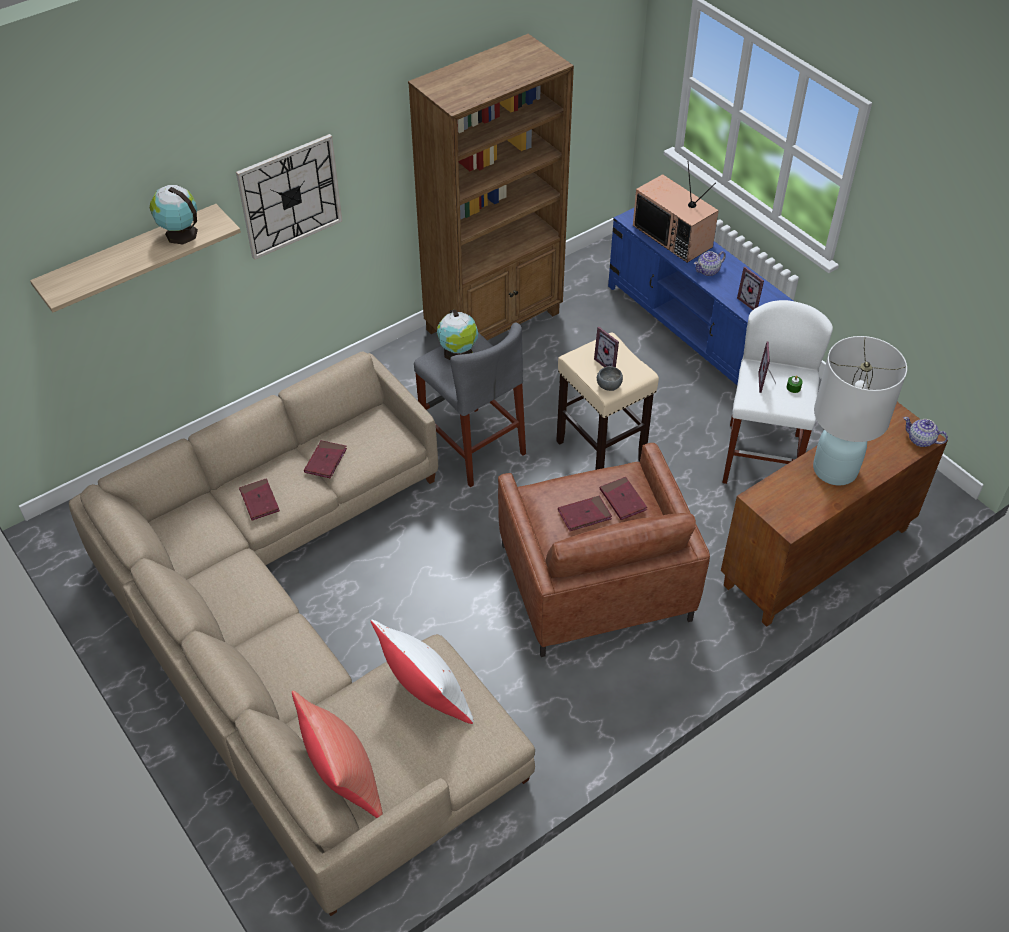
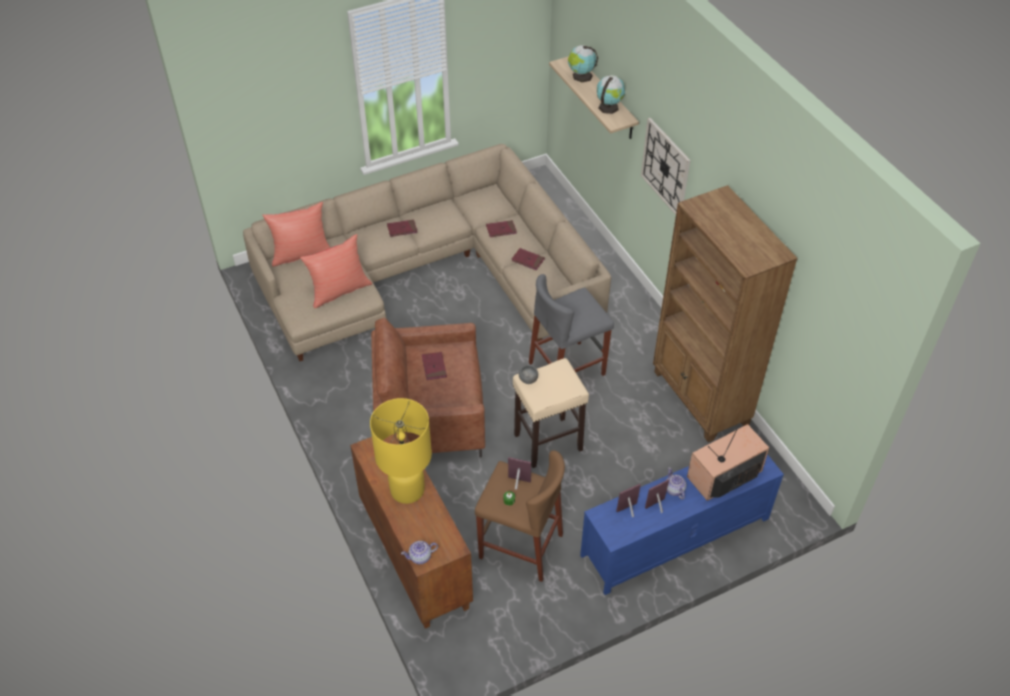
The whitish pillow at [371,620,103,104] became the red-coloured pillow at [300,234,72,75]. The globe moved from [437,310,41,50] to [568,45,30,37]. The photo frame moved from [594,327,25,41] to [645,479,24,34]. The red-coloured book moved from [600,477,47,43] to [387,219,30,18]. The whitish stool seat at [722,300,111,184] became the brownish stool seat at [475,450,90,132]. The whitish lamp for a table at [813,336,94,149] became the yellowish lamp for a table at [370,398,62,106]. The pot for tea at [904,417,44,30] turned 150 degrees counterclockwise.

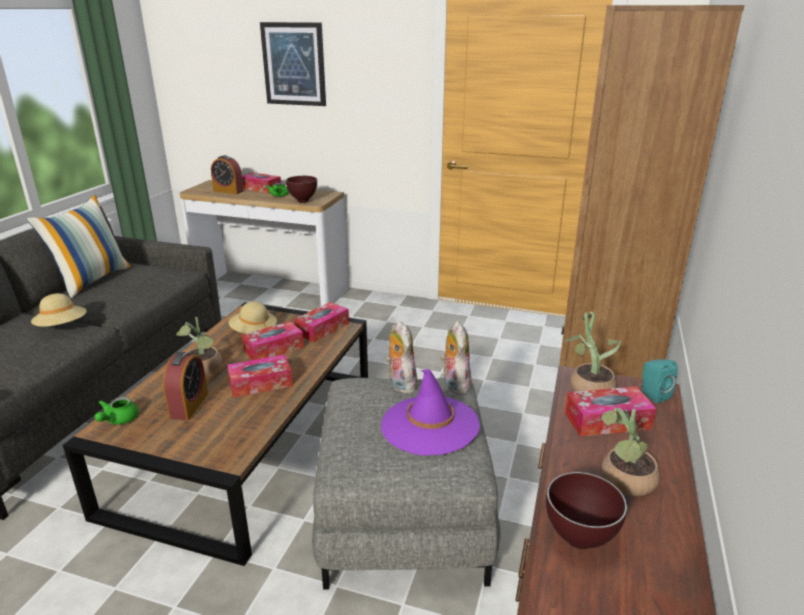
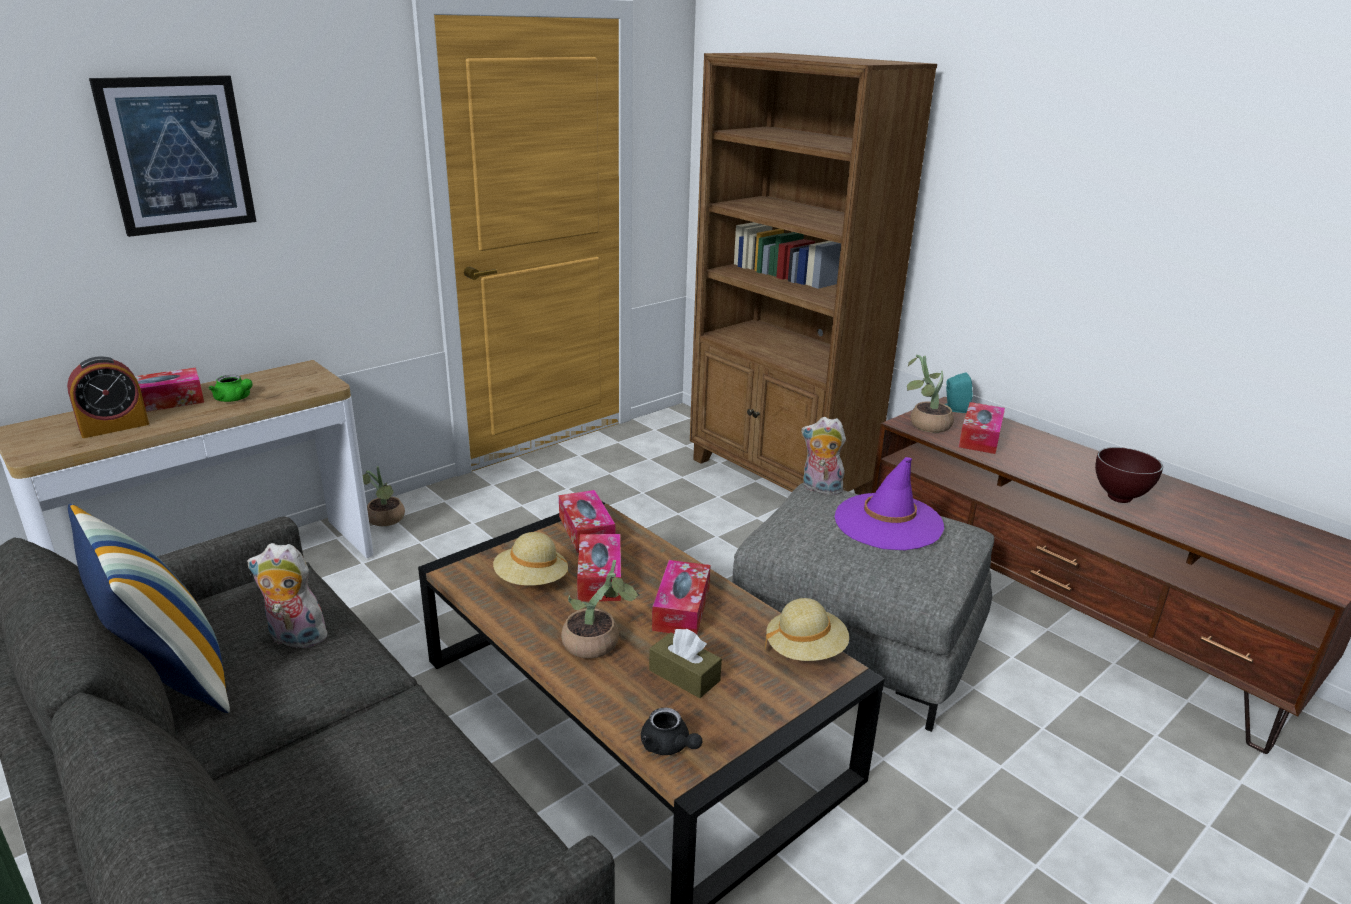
The beige hat moved from [31,293,56,34] to [765,598,84,63]. The green pot for tea at [95,397,44,27] became the black-coloured pot for tea at [641,708,62,47]. The bedside clock at [163,352,45,68] was replaced by the brownish tissue box at [649,629,73,69]. The brownish bowl at [286,176,31,27] disappeared. The plush toy moved from [385,321,33,73] to [247,543,83,105]. The plant in a pot moved from [601,407,59,89] to [363,466,42,60].

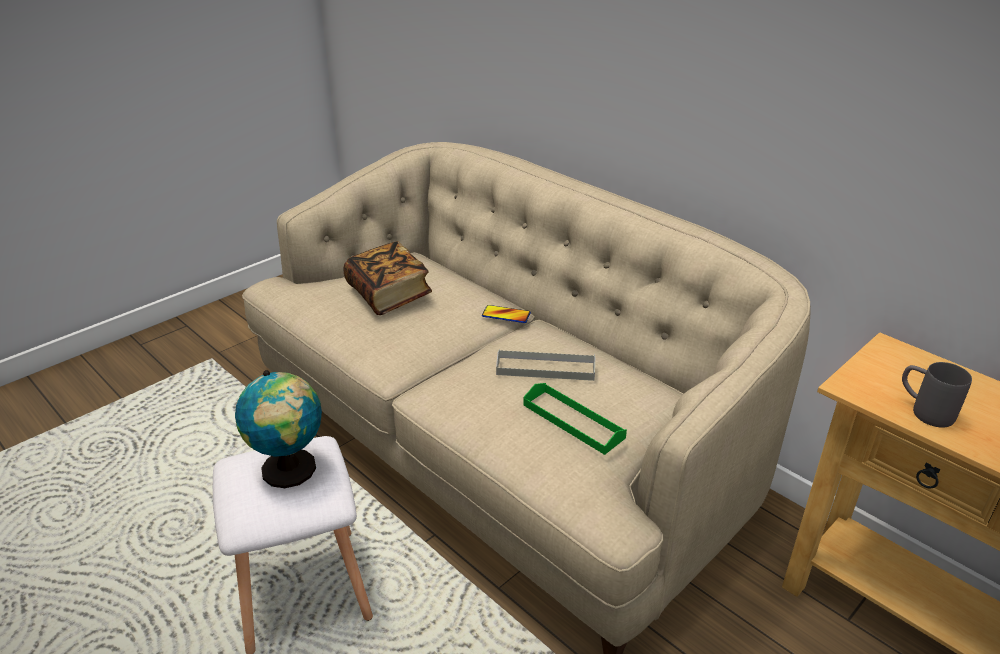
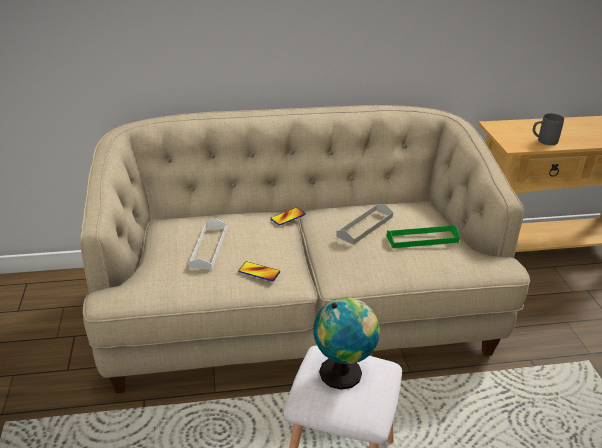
The book at [343,241,89,74] was replaced by the whitish tray at [189,219,38,51]. The phone at [238,262,42,19] appeared.

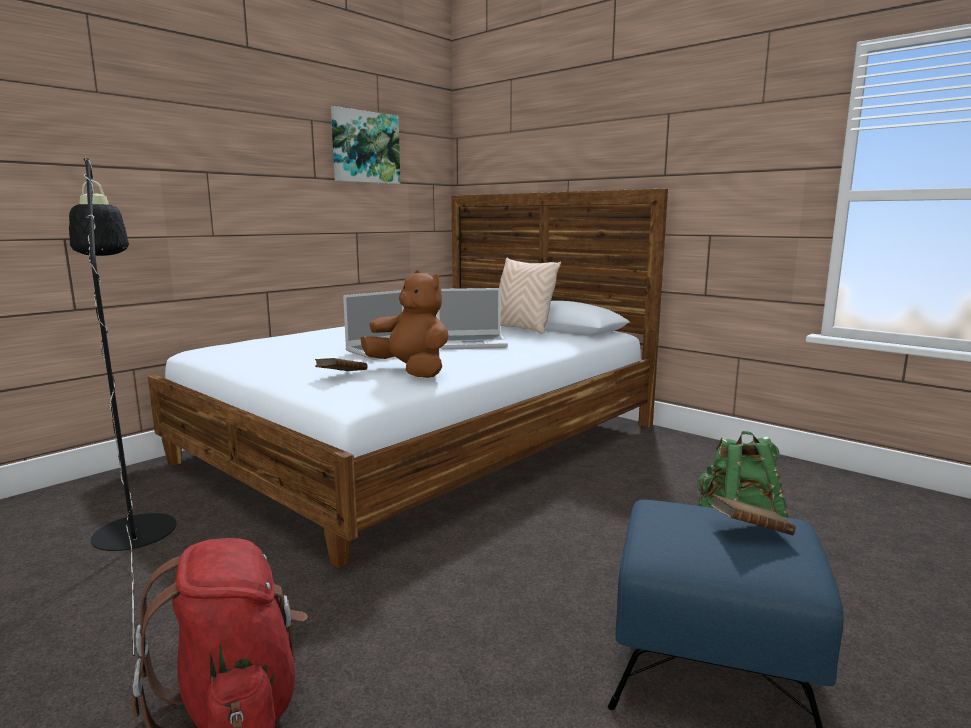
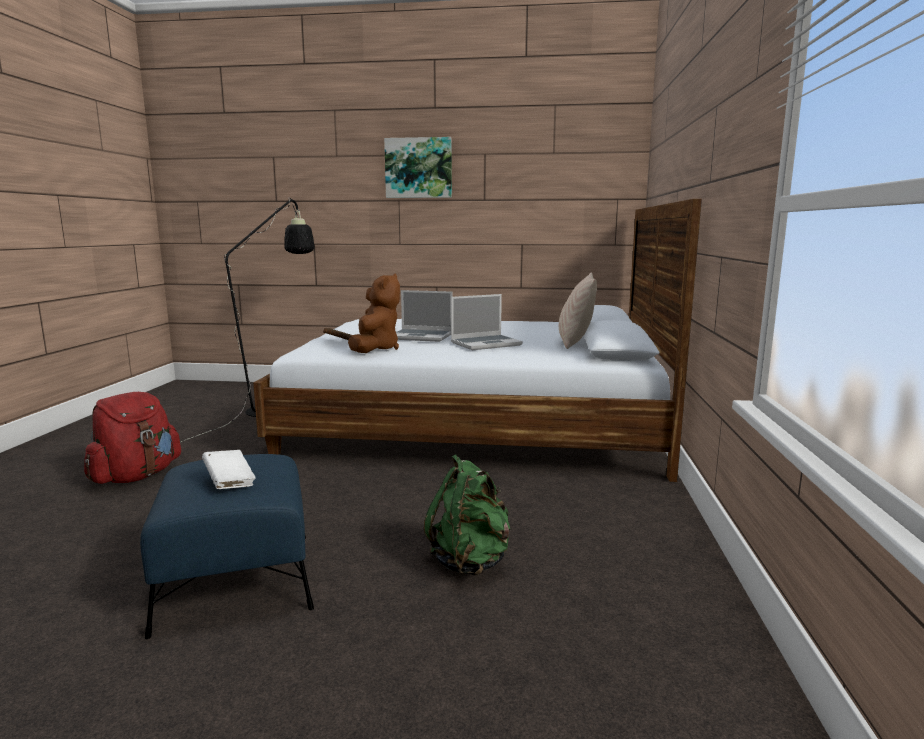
The wall art moved from [331,106,70,78] to [384,137,68,61]. The laptop at [437,288,71,62] turned 75 degrees counterclockwise. The brownish book at [711,495,85,40] became the whitish book at [202,450,54,39].

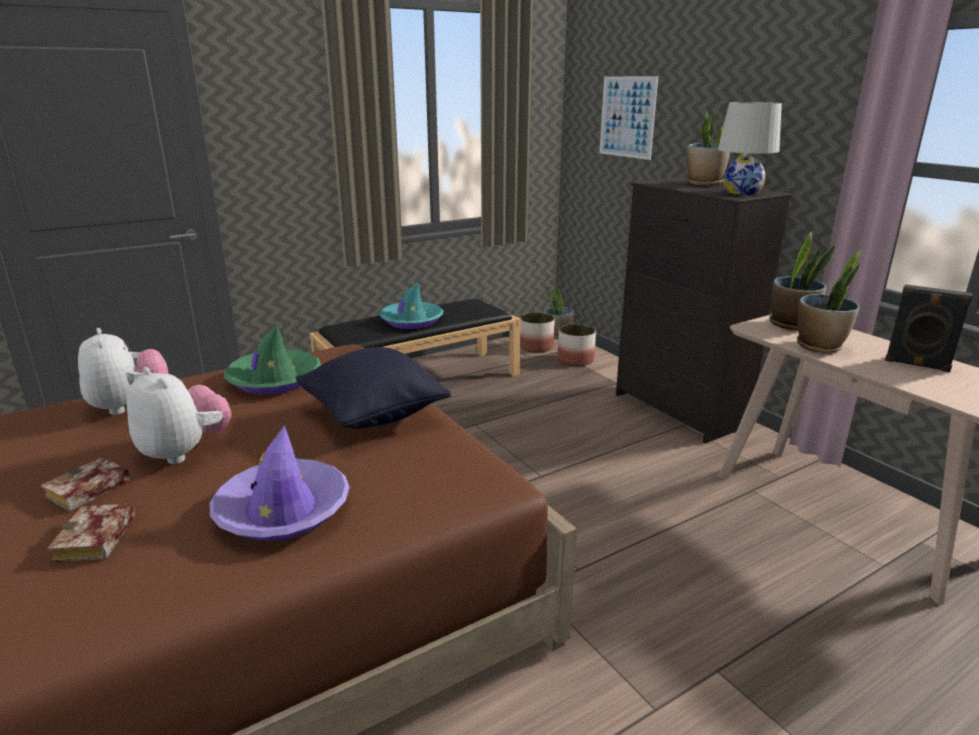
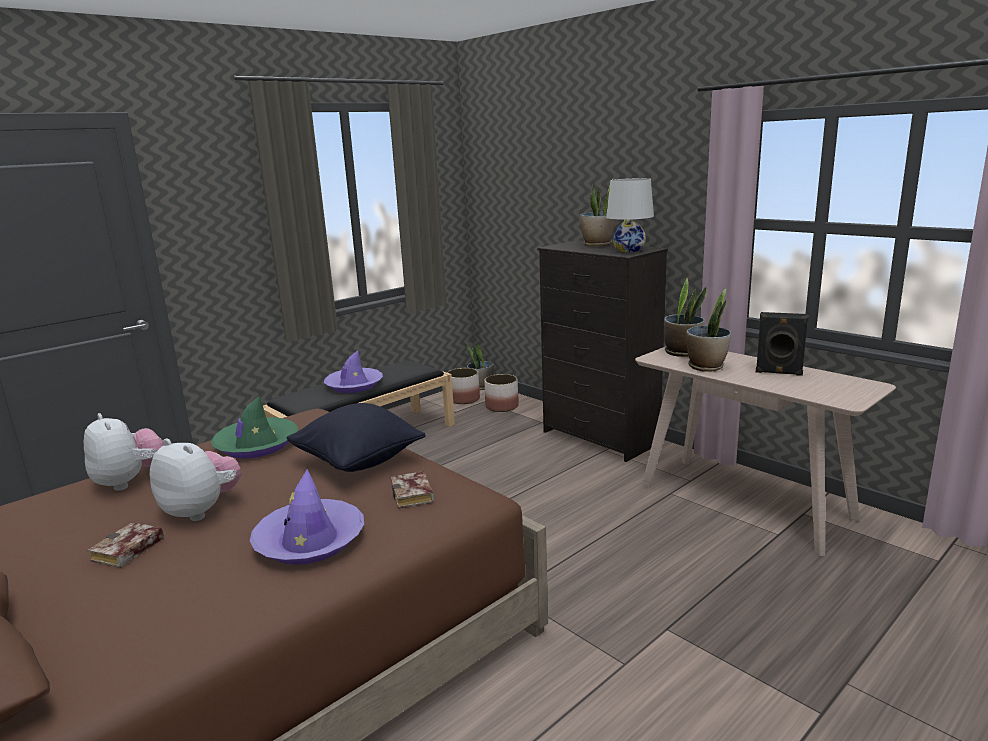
The book moved from [47,504,88,58] to [391,471,43,38]. The turquoise hat at [379,283,64,46] became the purple-coloured hat at [324,350,59,43]. The wall art at [599,76,59,84] disappeared.

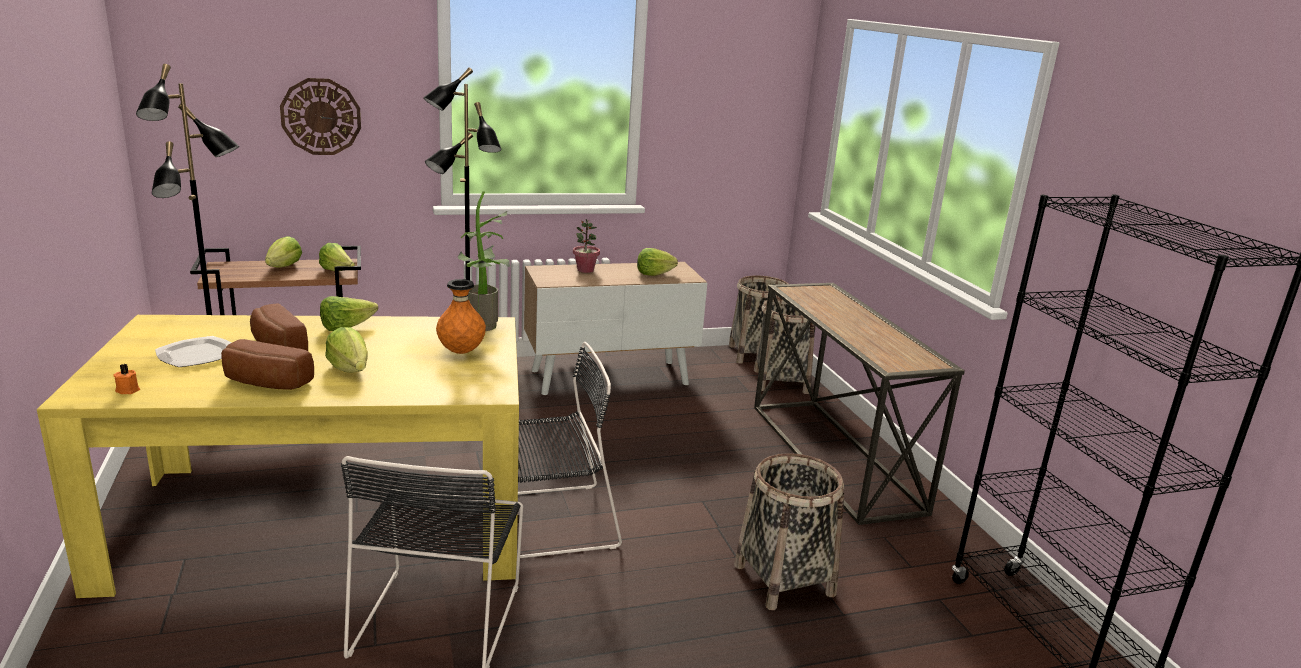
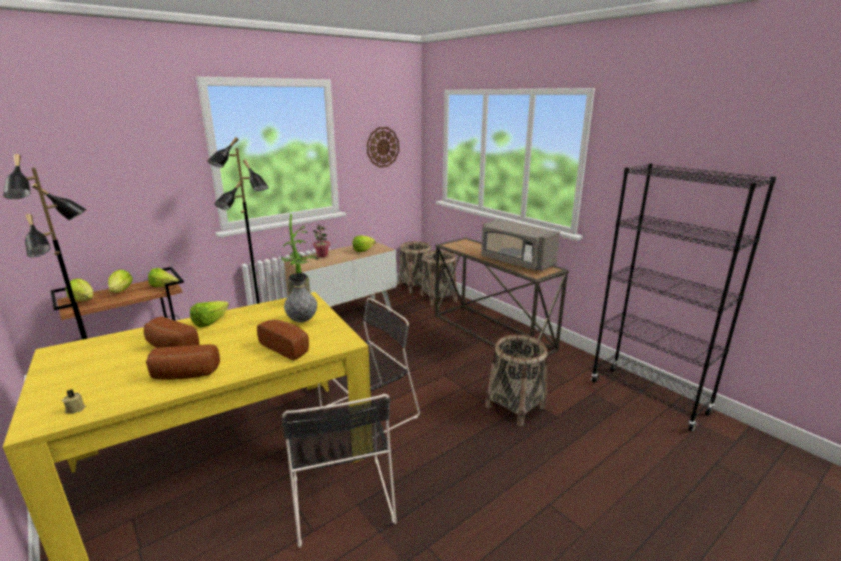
The orangey wax candle at [113,364,27,30] became the beige wax candle at [62,390,24,24]. The dinner plate at [155,336,76,31] disappeared. The hanging clock moved from [280,78,81,77] to [367,127,32,40]. The head of lettuce moved from [325,327,43,46] to [66,278,27,24]. The orangey vase at [436,279,50,75] became the grey vase at [284,273,33,50]. The bread at [257,320,52,40] appeared. The grey kitchen microwave at [481,219,79,52] appeared.

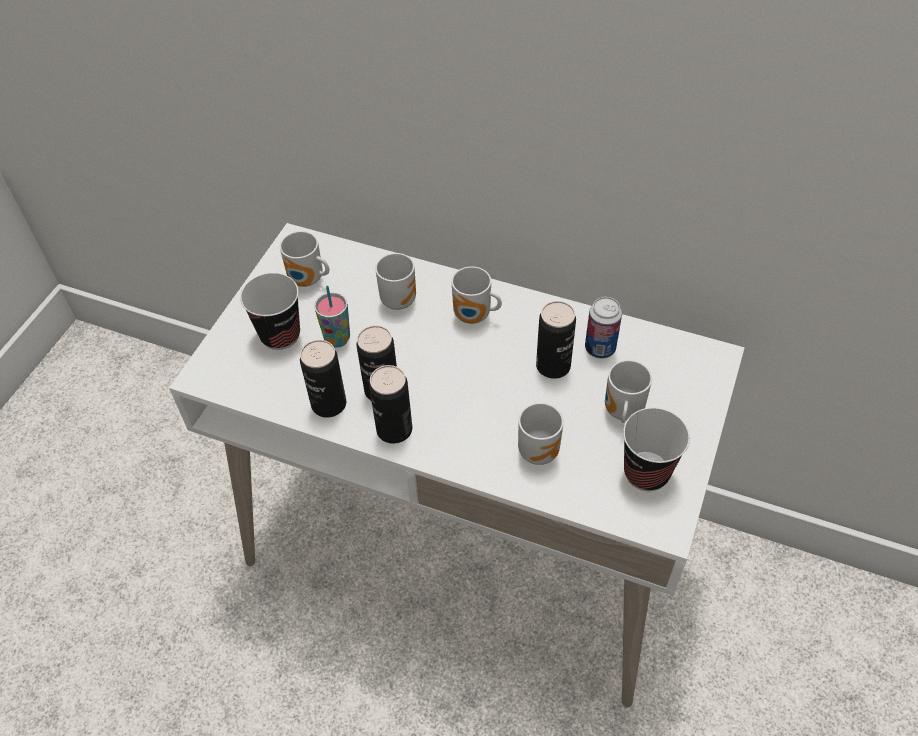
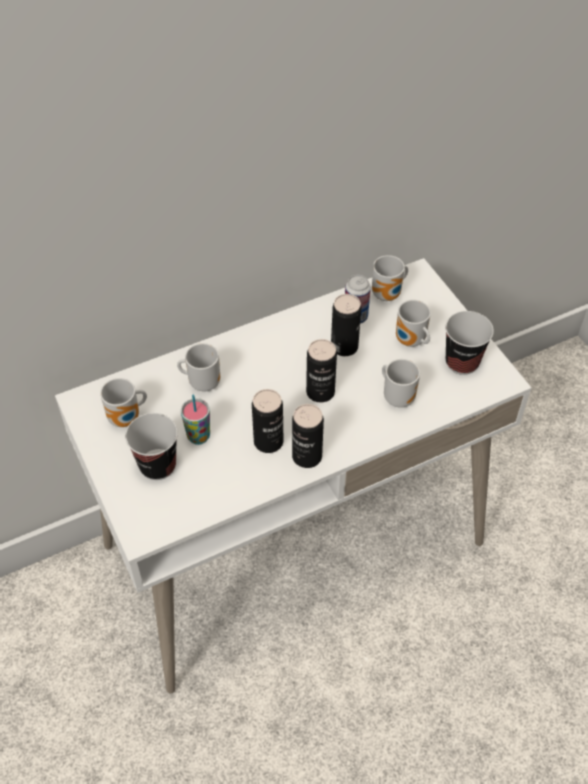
The sealed can moved from [300,340,46,78] to [306,339,31,64]. The coffee mug moved from [451,266,51,58] to [372,255,36,46].

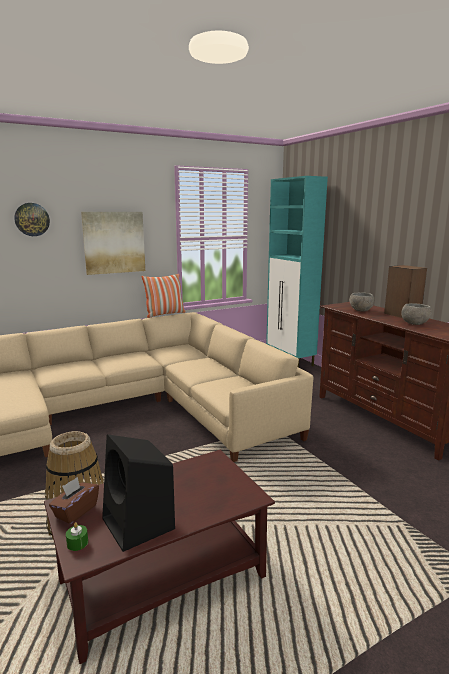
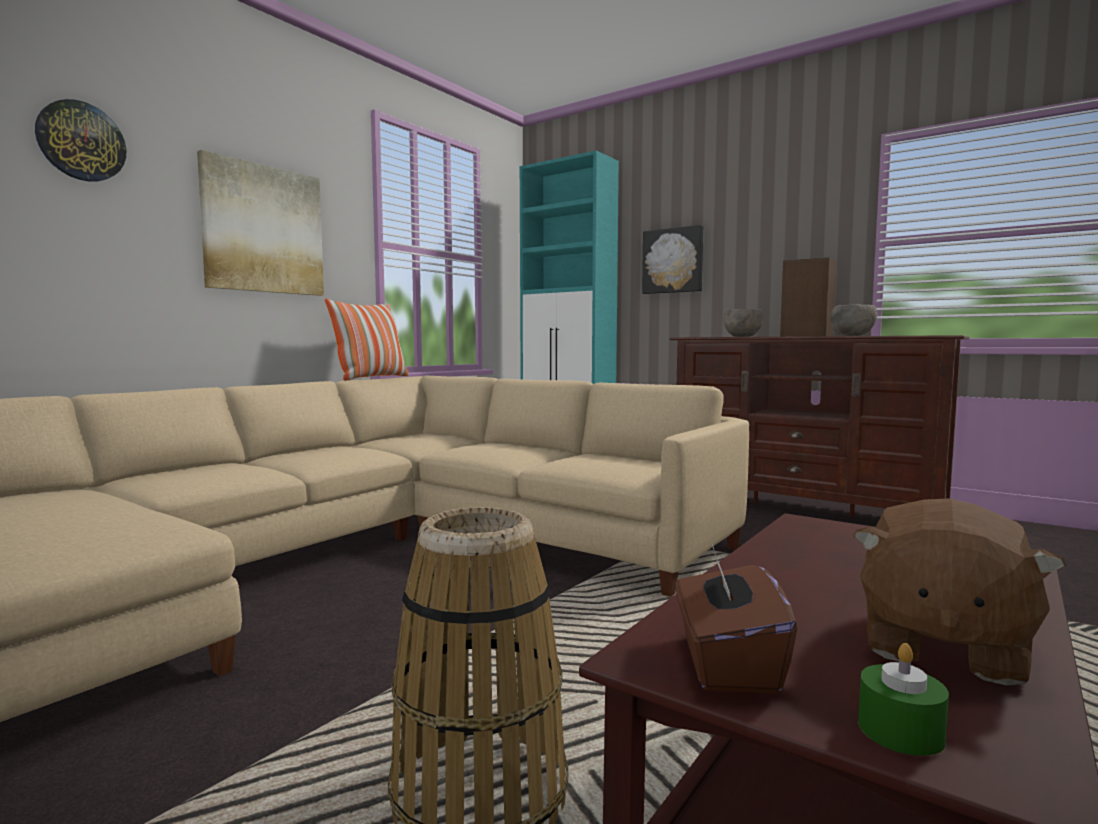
The black-coloured audio speaker at [102,434,73,118] was replaced by the brownish plush toy at [852,498,215,187]. The wall art at [642,225,61,69] appeared.

